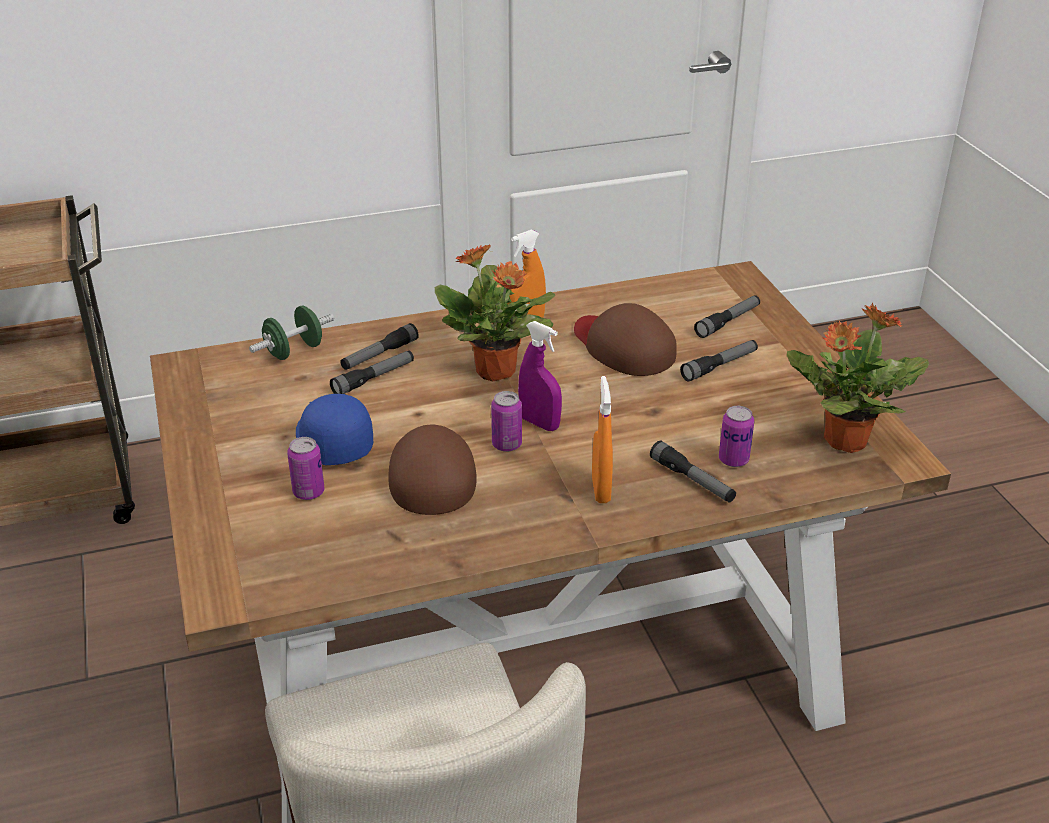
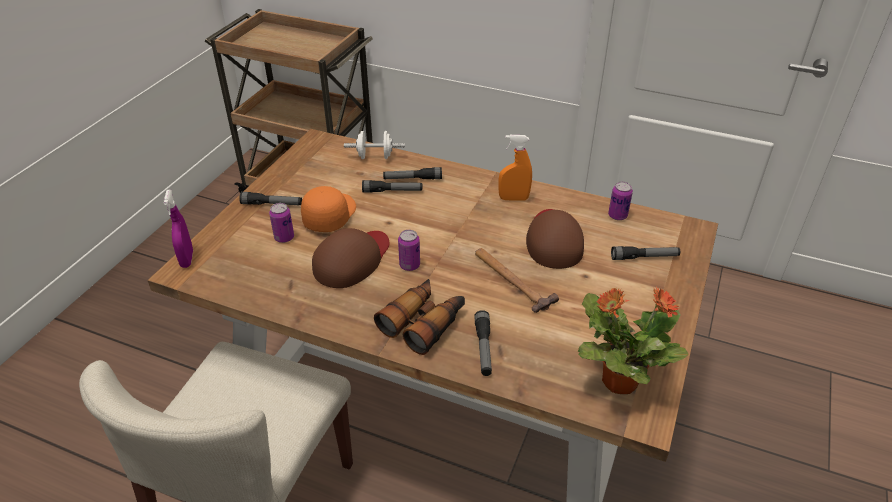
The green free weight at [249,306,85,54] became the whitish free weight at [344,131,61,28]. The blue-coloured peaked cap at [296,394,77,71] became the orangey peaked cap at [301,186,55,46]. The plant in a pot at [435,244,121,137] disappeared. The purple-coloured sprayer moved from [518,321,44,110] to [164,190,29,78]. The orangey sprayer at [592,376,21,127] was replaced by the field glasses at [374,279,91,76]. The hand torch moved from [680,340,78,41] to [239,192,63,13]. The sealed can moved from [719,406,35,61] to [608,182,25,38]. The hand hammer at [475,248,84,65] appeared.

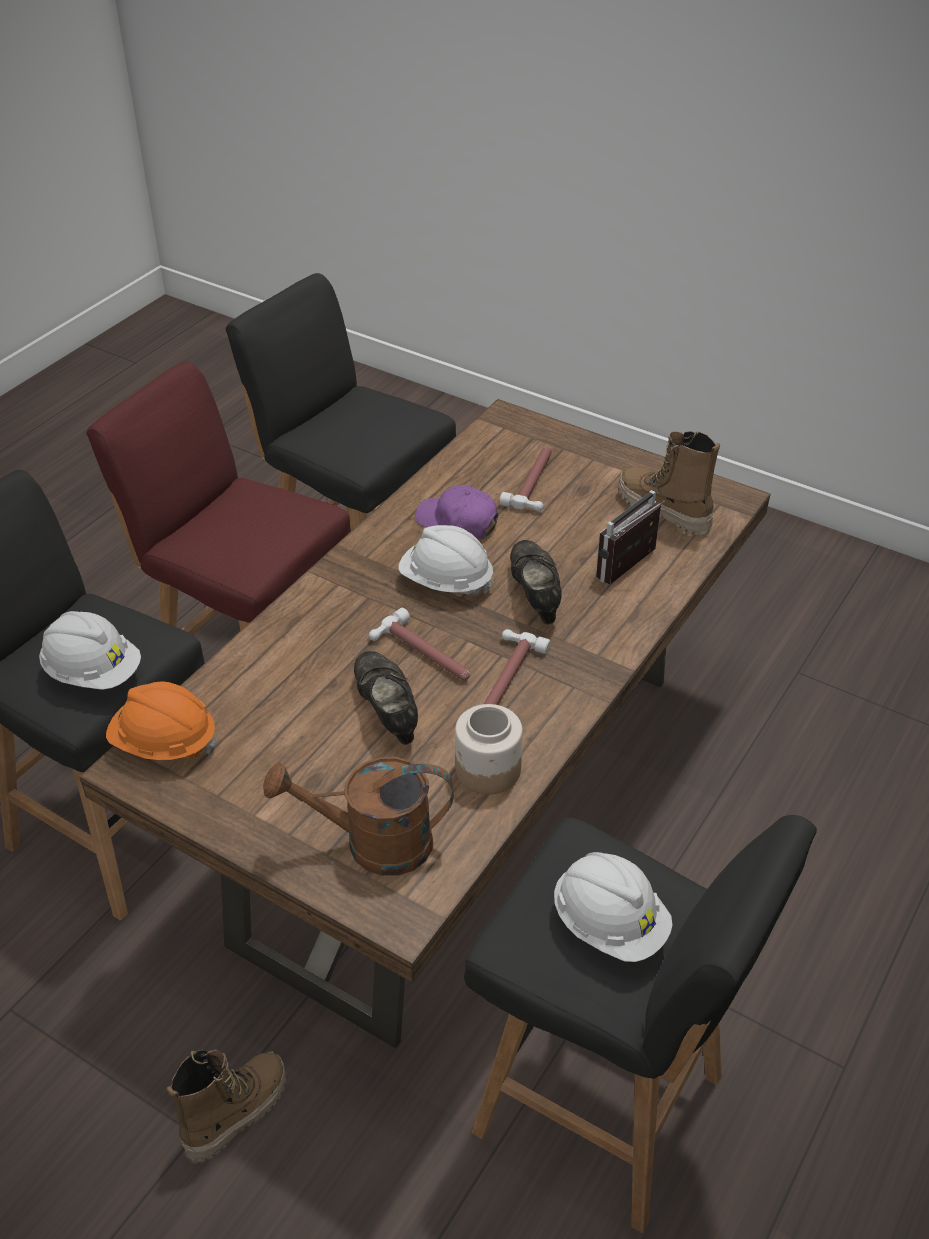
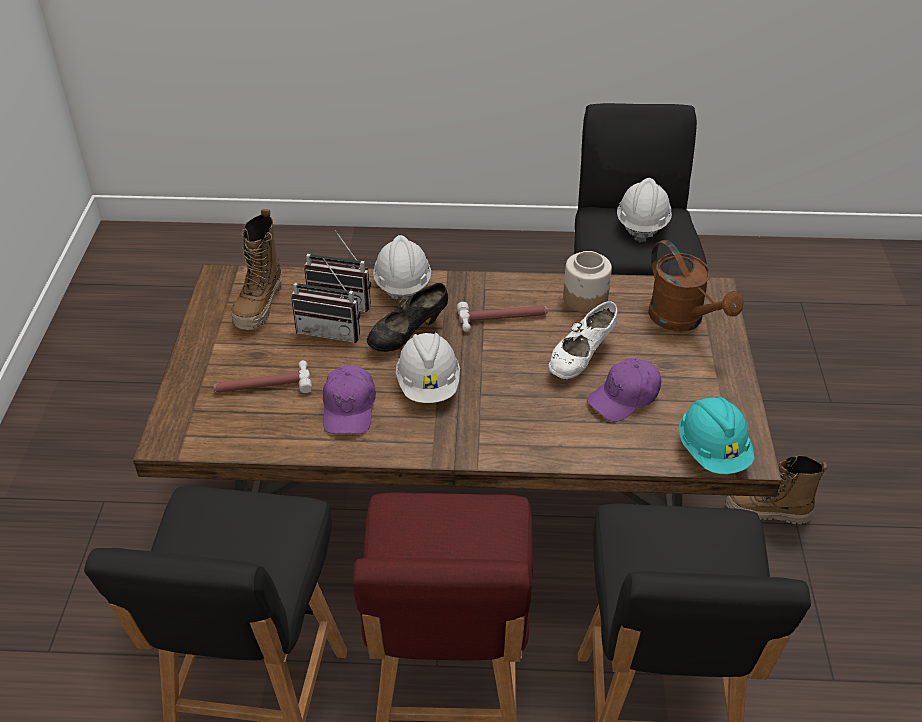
The whitish work helmet moved from [39,611,102,79] to [373,235,58,67]. The orangey work helmet at [106,681,111,79] became the turquoise work helmet at [679,396,76,78]. The black-coloured low shoe at [354,651,64,94] became the whitish low shoe at [549,301,69,78]. The hand hammer at [369,608,101,72] disappeared. The radio set at [291,258,69,85] appeared. The purple-coloured peaked cap at [587,358,74,64] appeared.

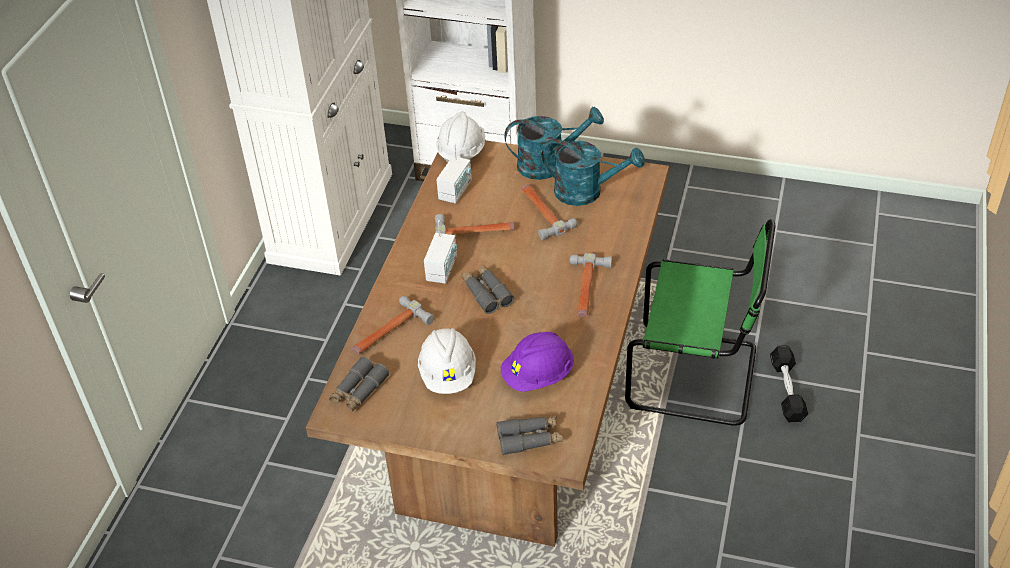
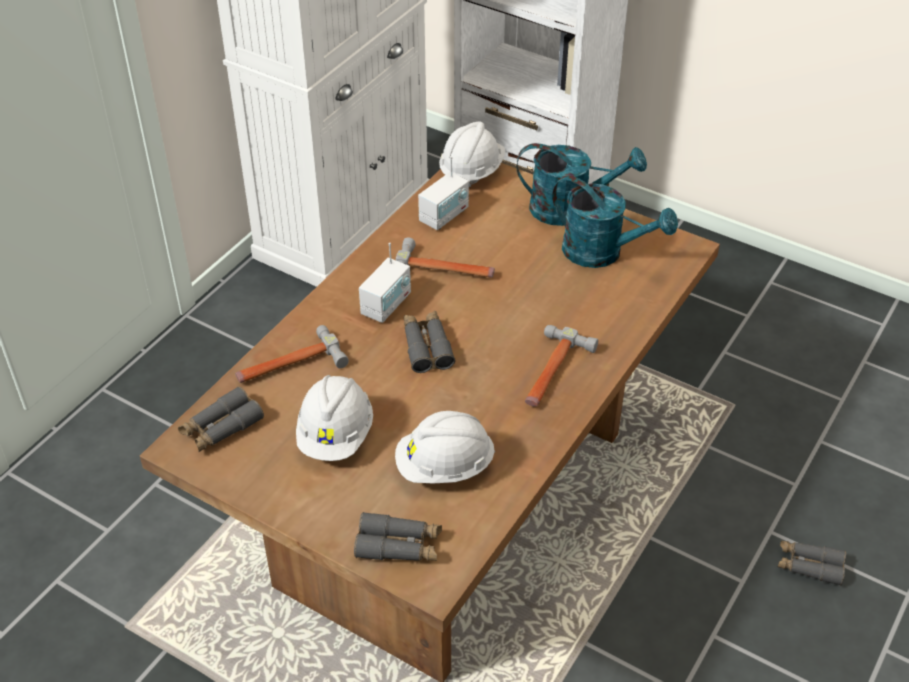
The purple-coloured work helmet at [501,332,73,60] became the whitish work helmet at [395,411,100,73]. The hand hammer at [521,184,56,57] disappeared. The green chair at [625,219,151,207] disappeared. The black-coloured free weight at [770,345,38,77] was replaced by the grey field glasses at [778,540,68,46].

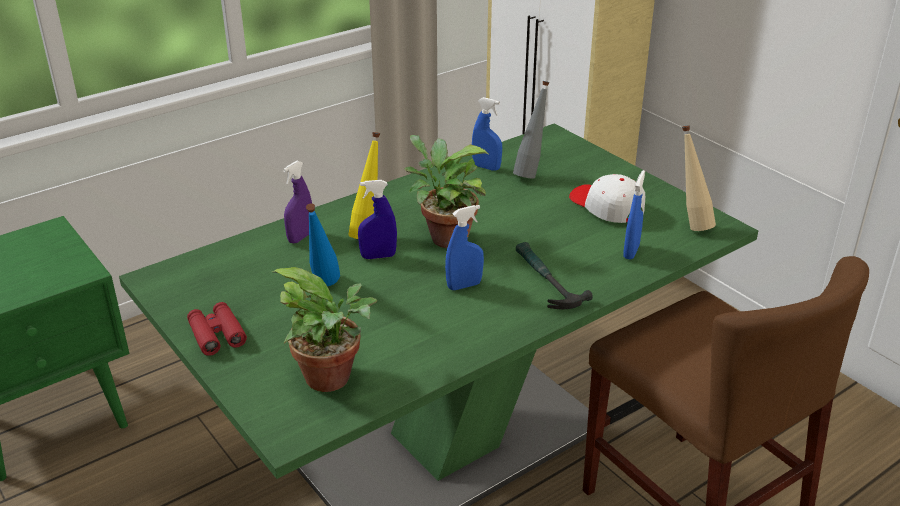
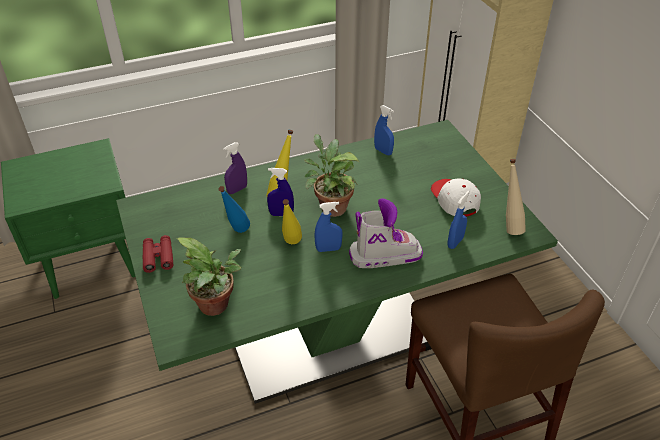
The grey beverage bottle at [513,81,37,98] disappeared. The hand hammer at [516,242,77,67] was replaced by the high-top boot at [349,198,74,70]. The yellowish beverage bottle at [282,199,20,45] appeared.

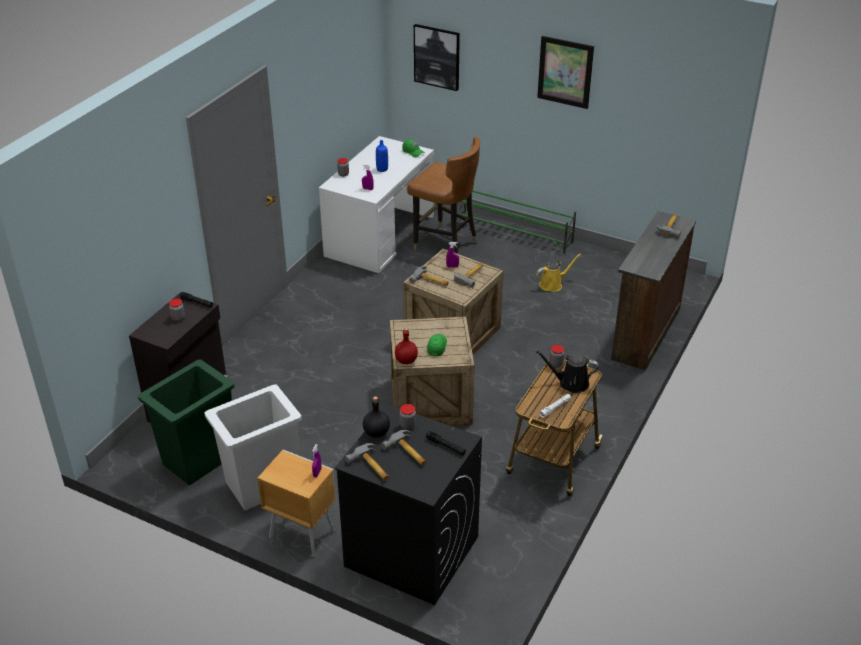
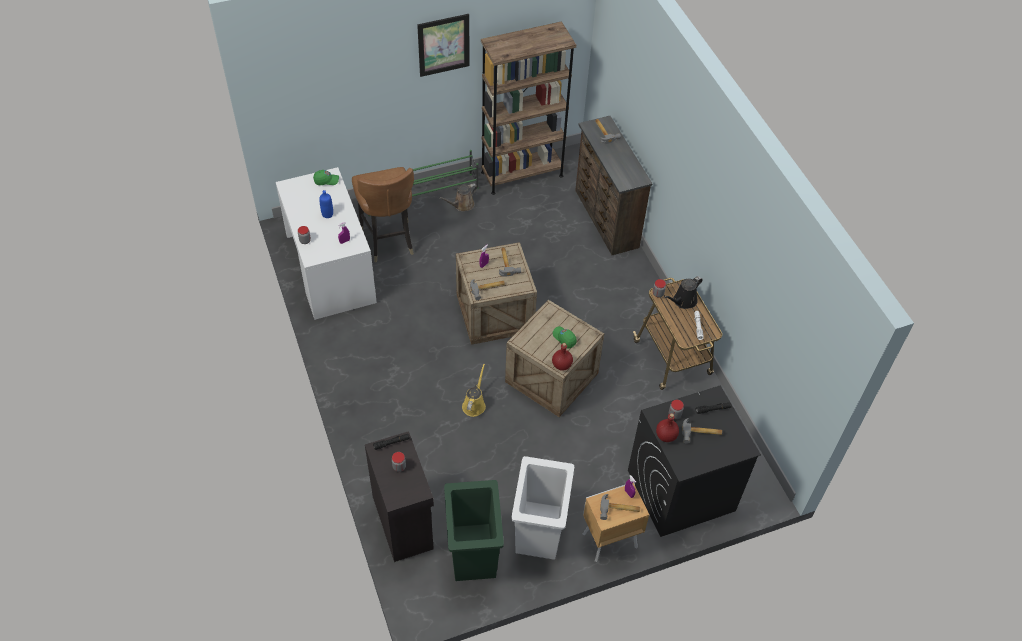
The hand hammer moved from [345,443,44,37] to [600,494,40,26]. The black-coloured beverage bottle at [363,396,27,42] became the red-coloured beverage bottle at [656,413,23,29]. The brownish chair at [407,136,73,118] turned 90 degrees clockwise. The wall art at [414,24,46,67] disappeared. The yellowish watering can moved from [536,253,45,39] to [462,364,24,53]. The brownish watering can at [439,183,39,28] appeared. The brownish shelving unit at [481,21,95,174] appeared.

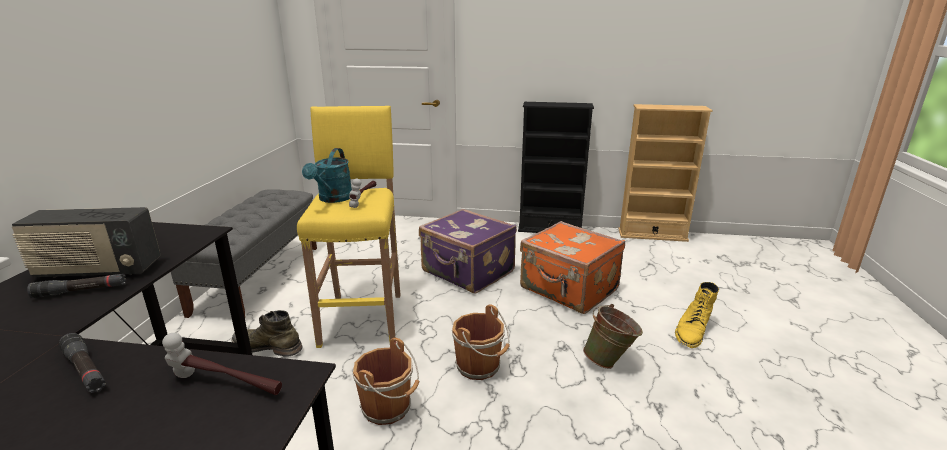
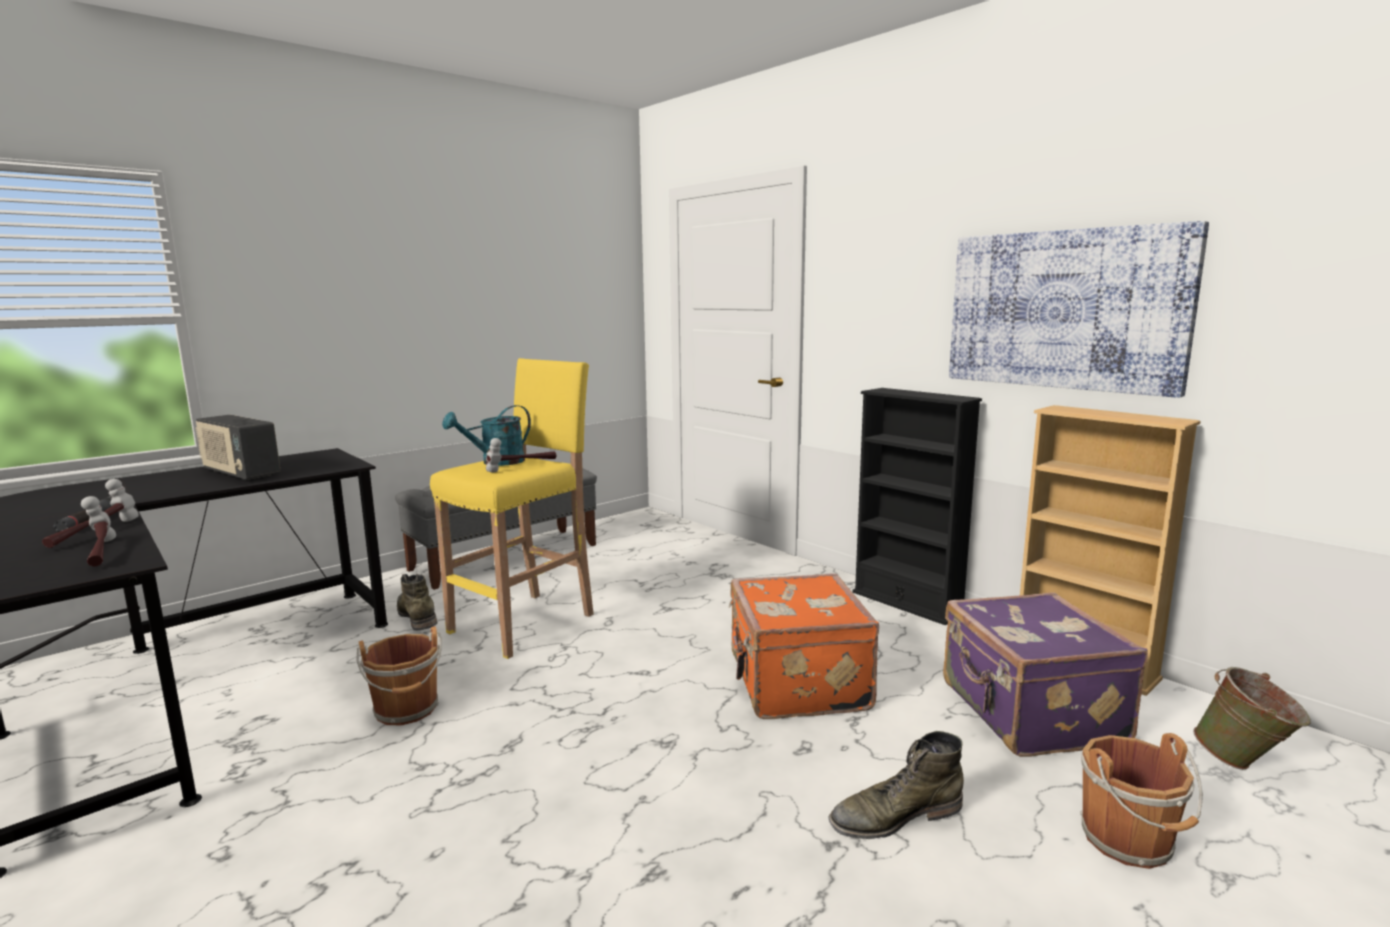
The black-coloured hand torch at [27,274,99,24] disappeared. The purple-coloured piece of luggage moved from [419,209,98,85] to [943,593,205,164]. The brownish water bucket moved from [452,304,58,76] to [1080,733,123,136]. The green water bucket moved from [583,304,60,65] to [1193,667,118,103]. The yellowish high-top boot at [675,282,44,66] became the green high-top boot at [829,731,135,108]. The hand hammer at [42,479,97,69] appeared. The wall art at [949,221,260,177] appeared.

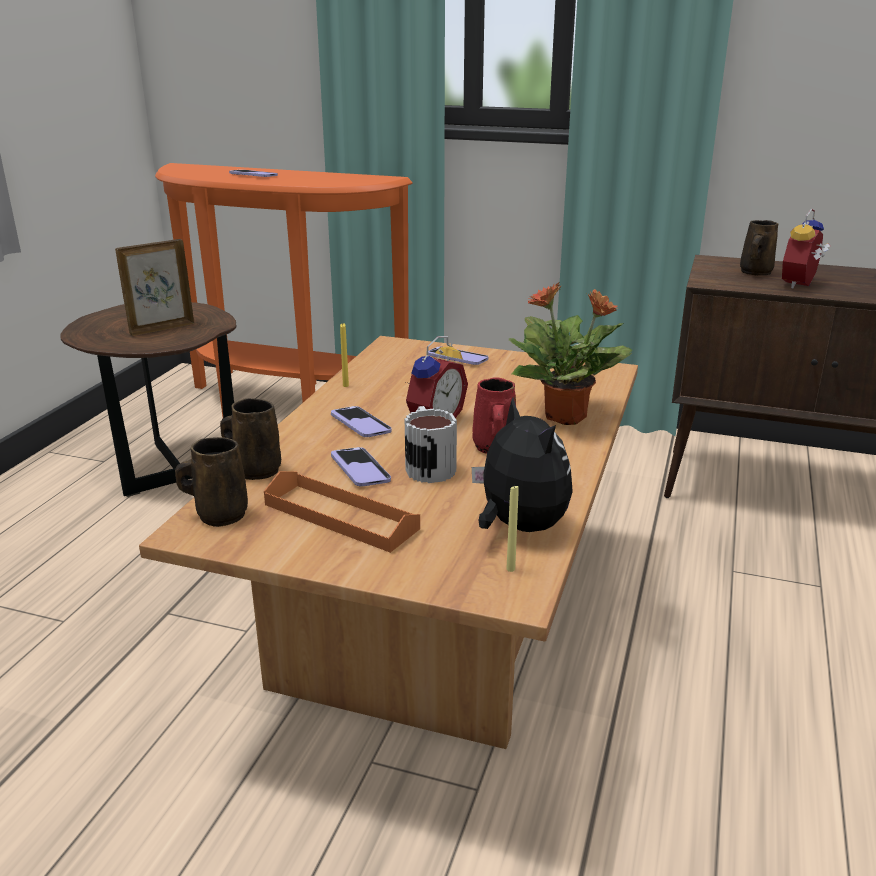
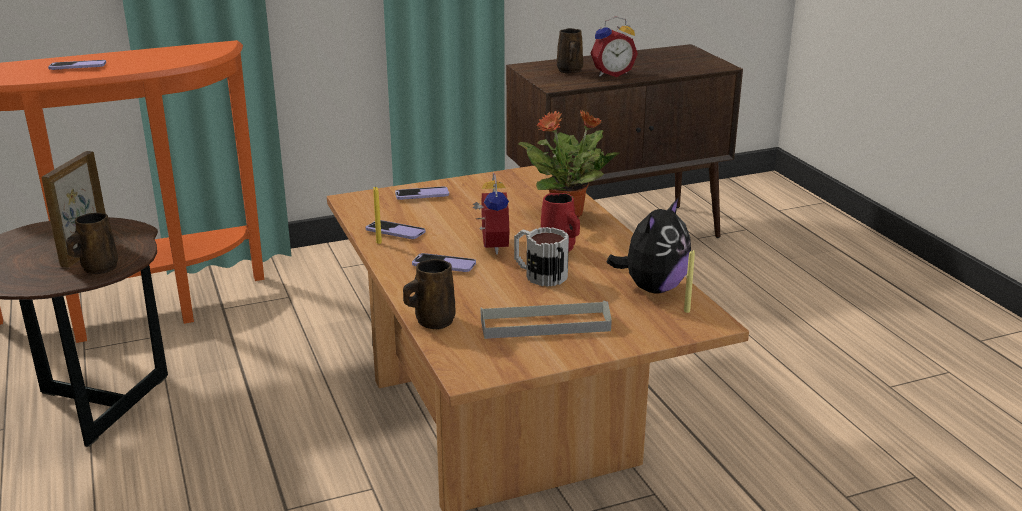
The brownish coffee mug moved from [175,437,73,90] to [66,213,52,61]. The orangey tray at [264,471,156,82] became the grey tray at [481,301,131,38]. The phone moved from [331,447,60,39] to [366,220,59,19]. The plush toy at [472,398,101,134] turned 105 degrees clockwise. The bedside clock at [782,208,48,81] turned 105 degrees counterclockwise.

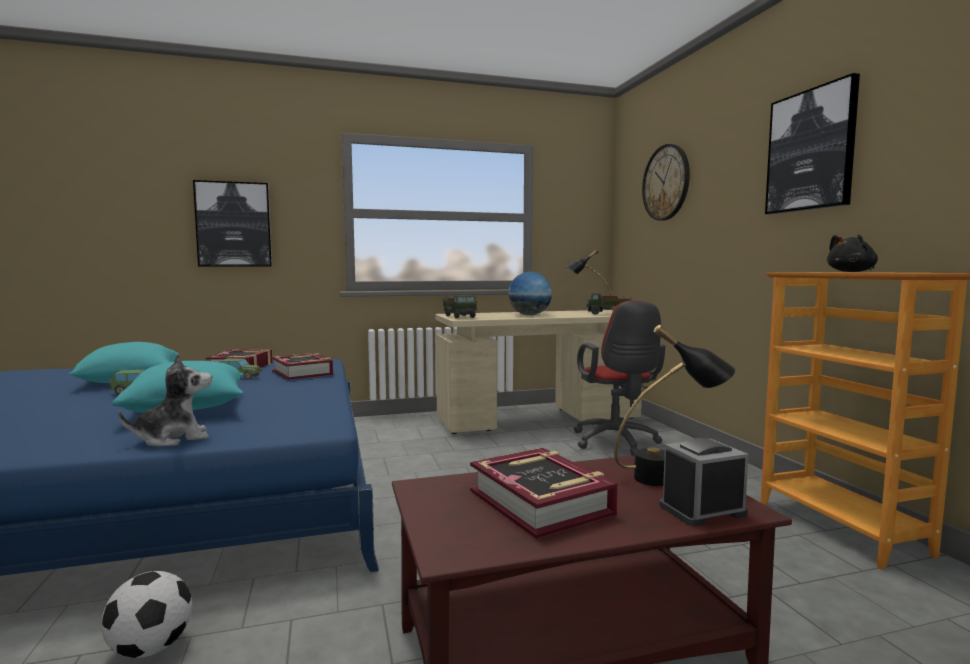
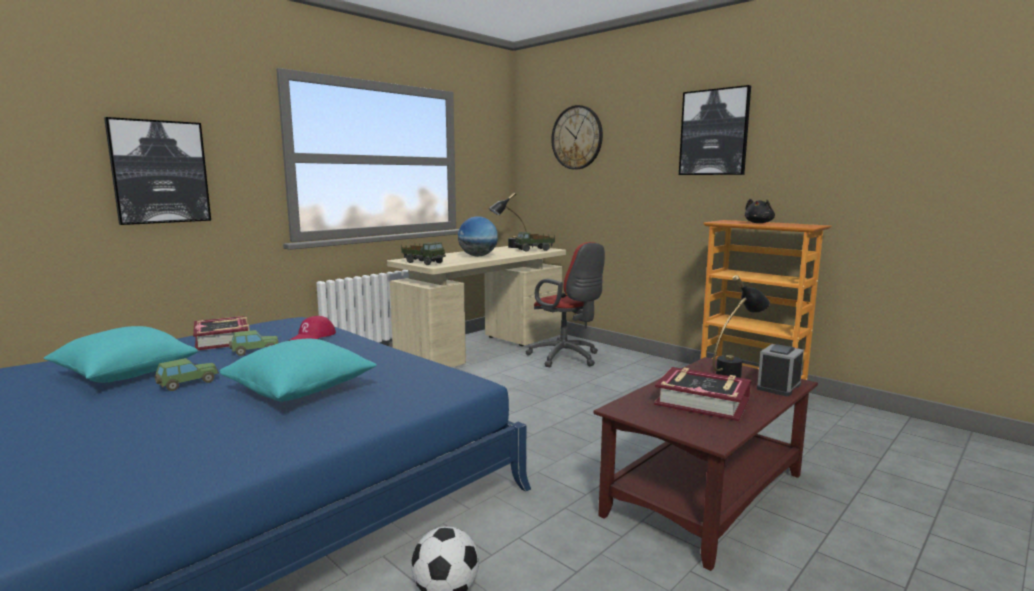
The plush toy at [118,354,94,93] disappeared. The book at [271,353,62,27] was replaced by the red-coloured peaked cap at [288,316,48,25].

